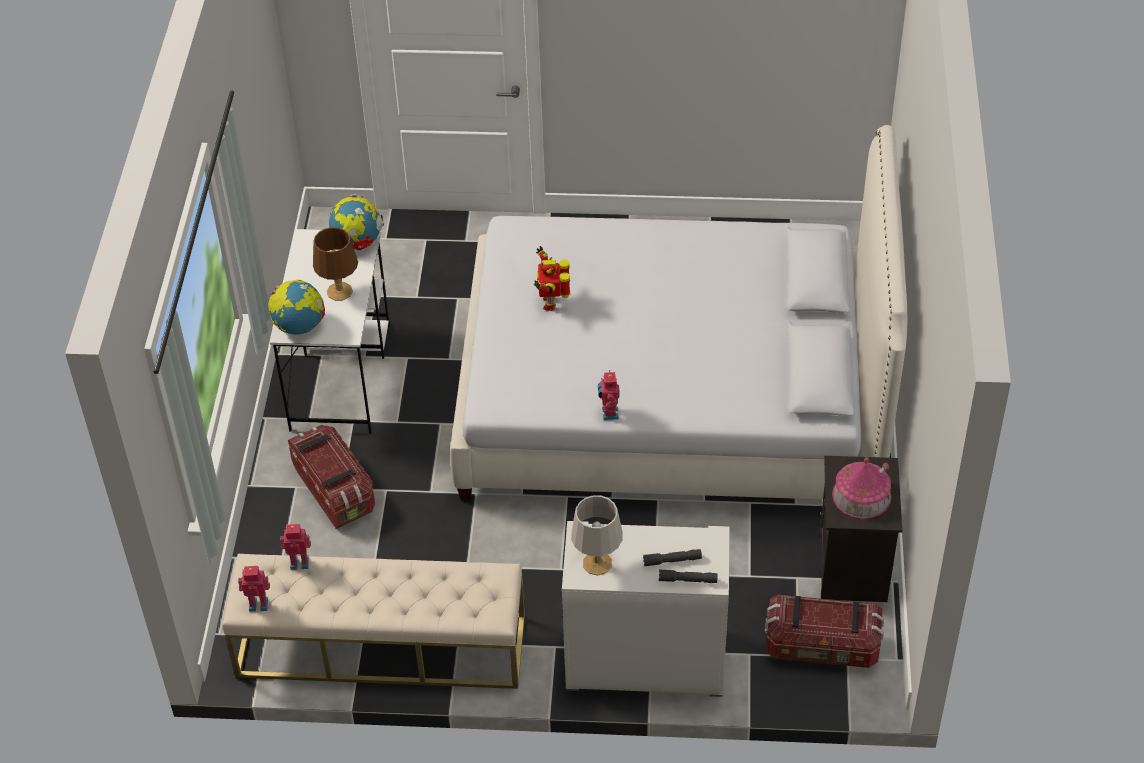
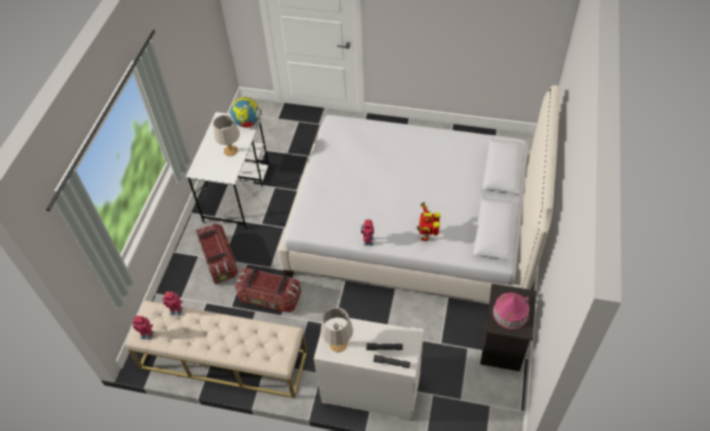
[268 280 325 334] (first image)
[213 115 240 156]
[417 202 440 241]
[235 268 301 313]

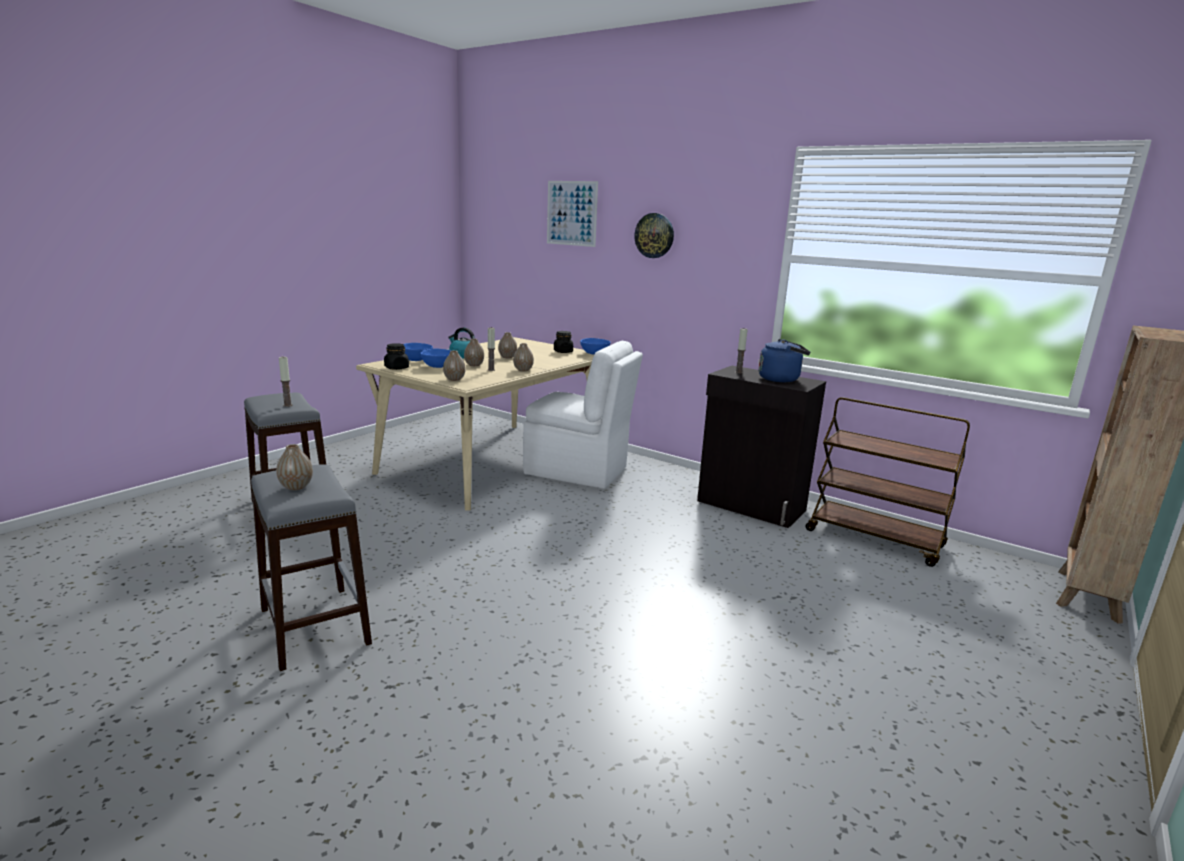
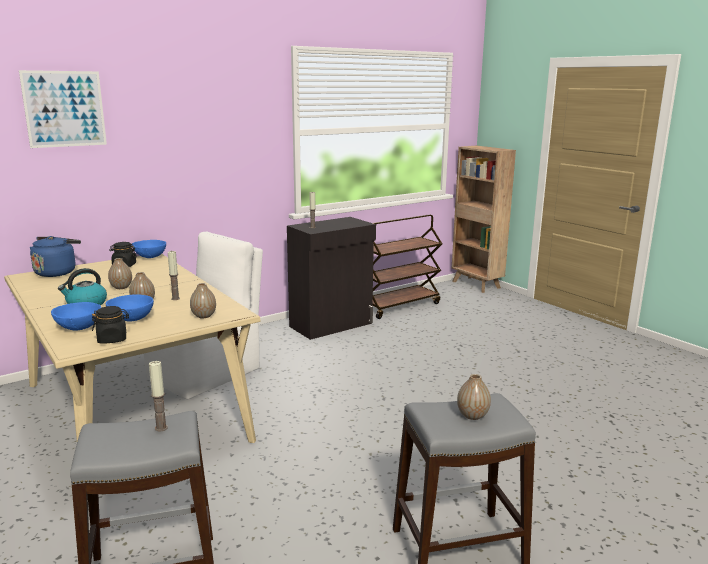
[513 343 534 371] (first image)
[634 213 674 258] (first image)
[30 236 81 277]

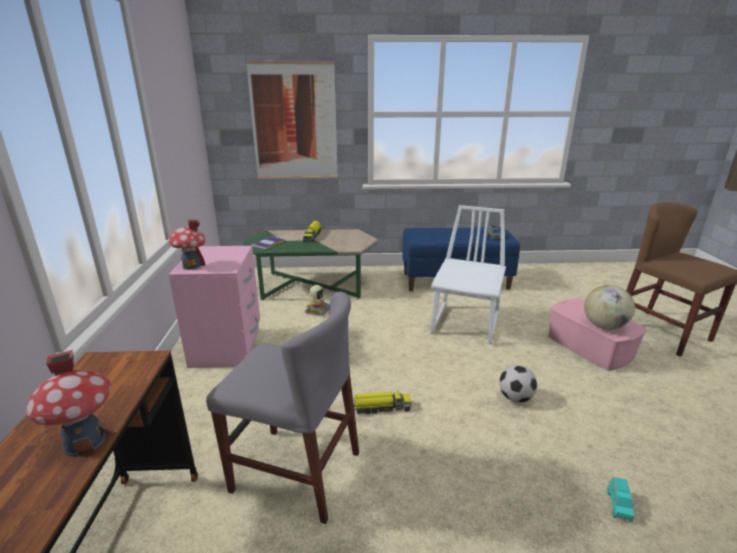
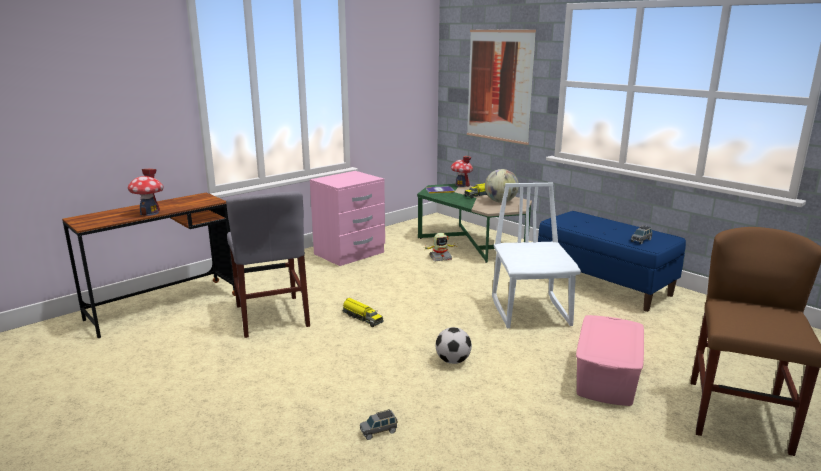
[451 156 473 187]
[492 183 581 328]
[485 169 519 203]
[360 409 397 440]

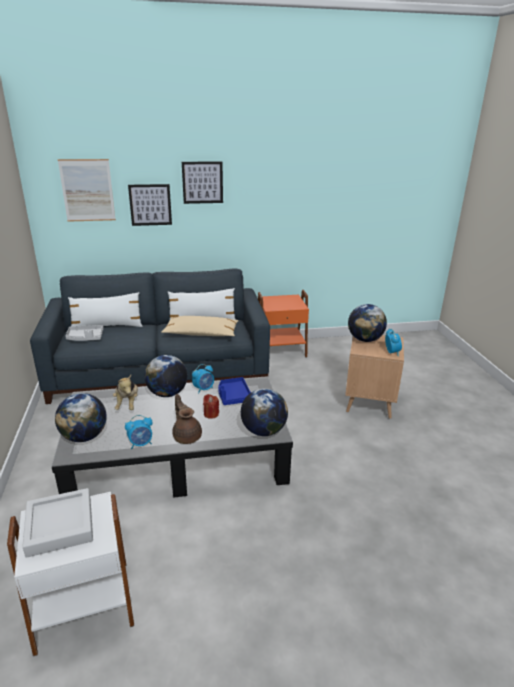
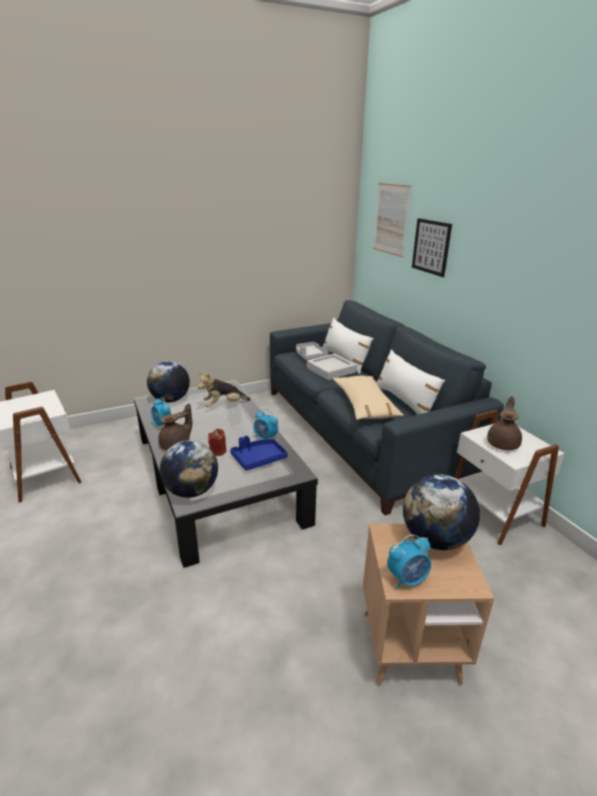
[307 354 356 380]
[144 355 187 397] (first image)
[182 161 223 204] (first image)
[454 410 565 545]
[487 396 522 450]

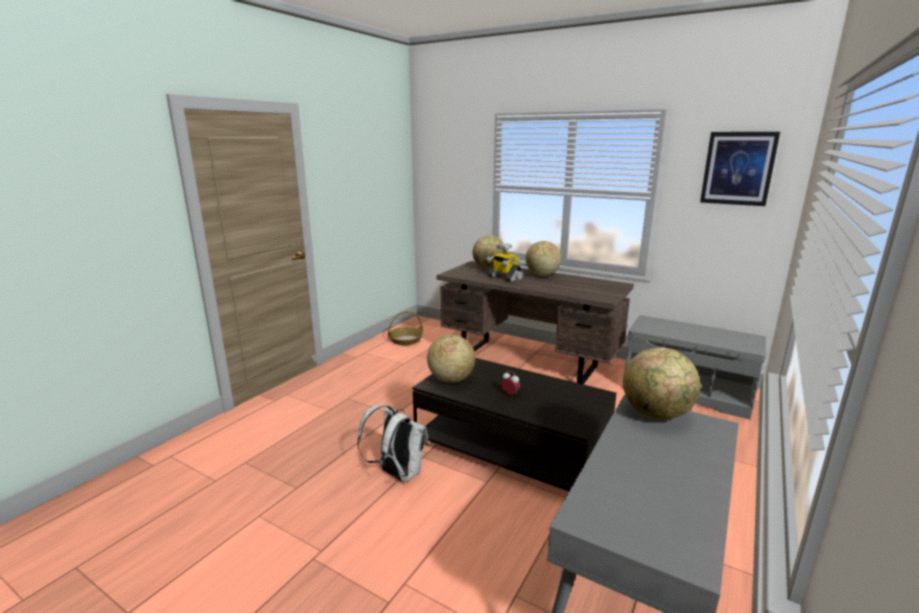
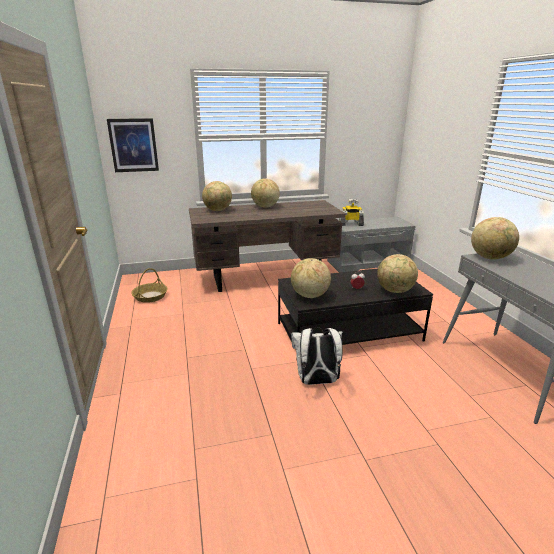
[339 198 364 226]
[107 118 159 172]
[377 254 418 293]

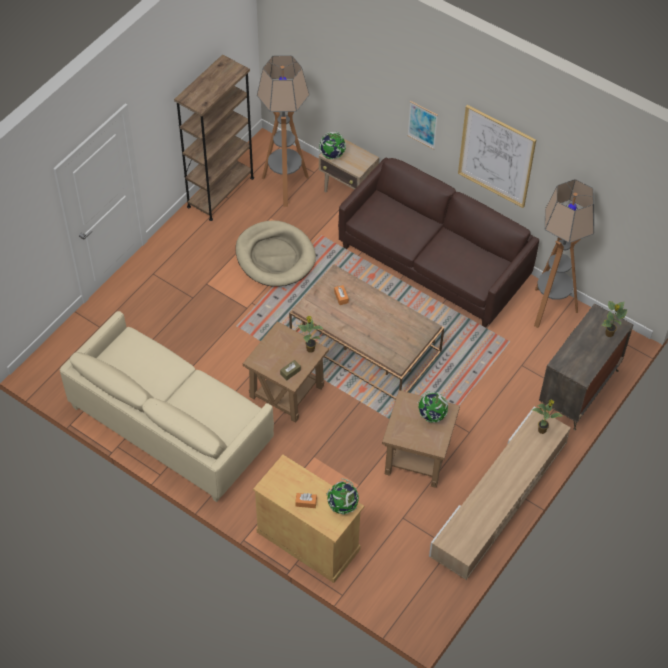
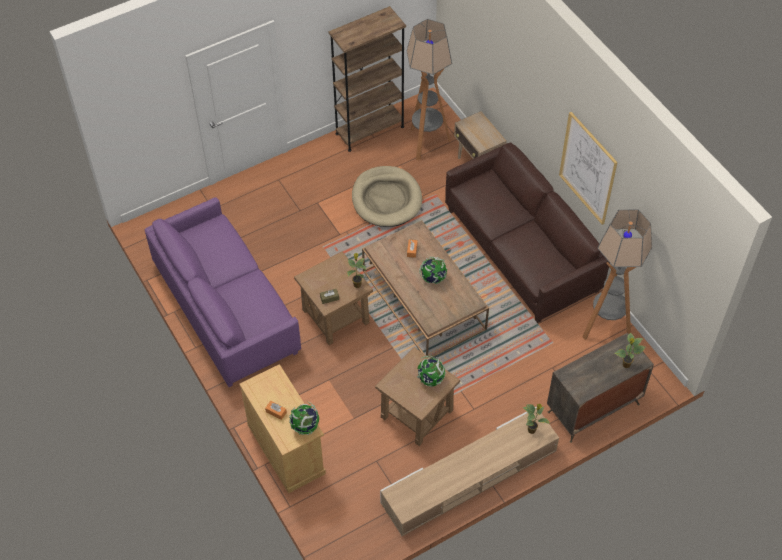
[145 197 301 387]
[419 257 447 284]
[407 101 438 149] (first image)

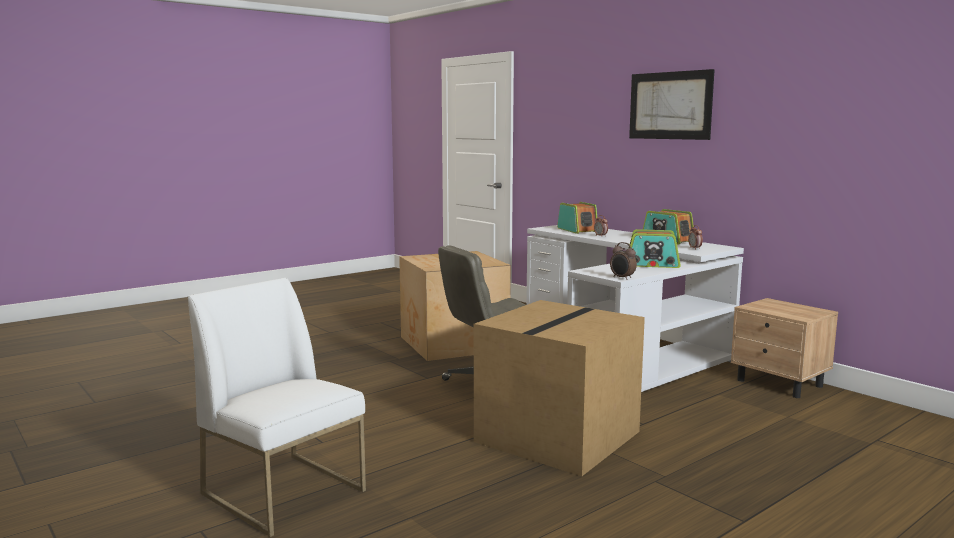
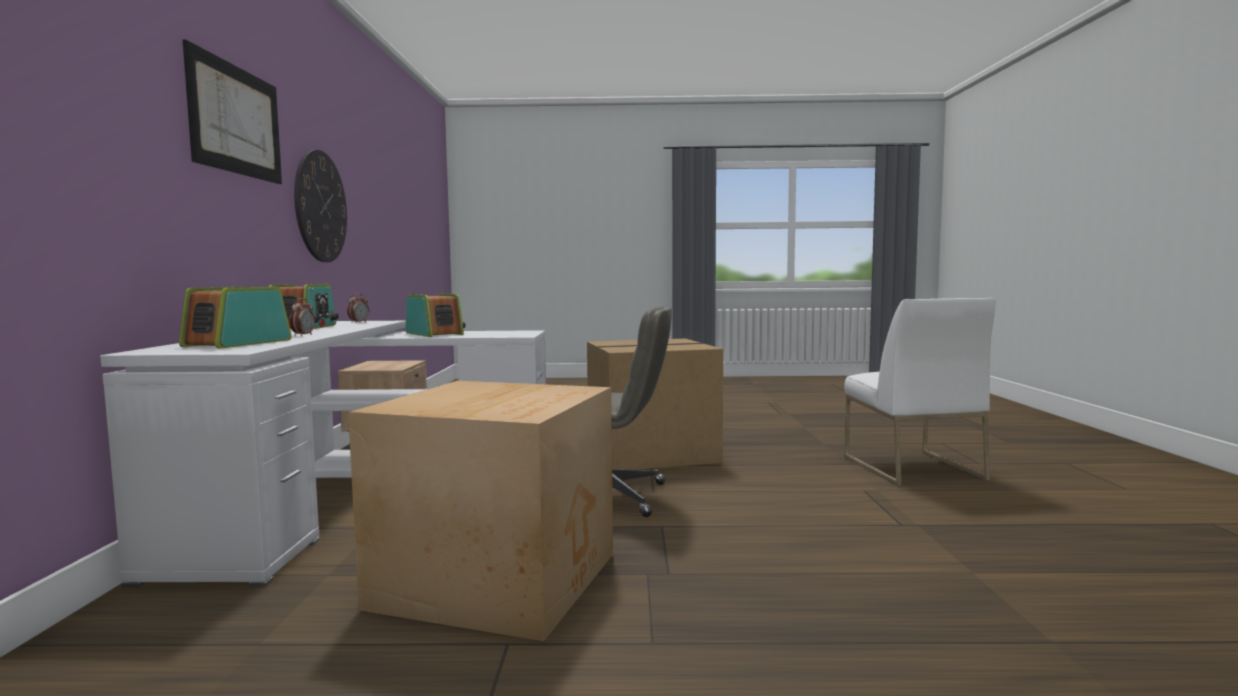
[610 242 637 280] (first image)
[294 150 347 262]

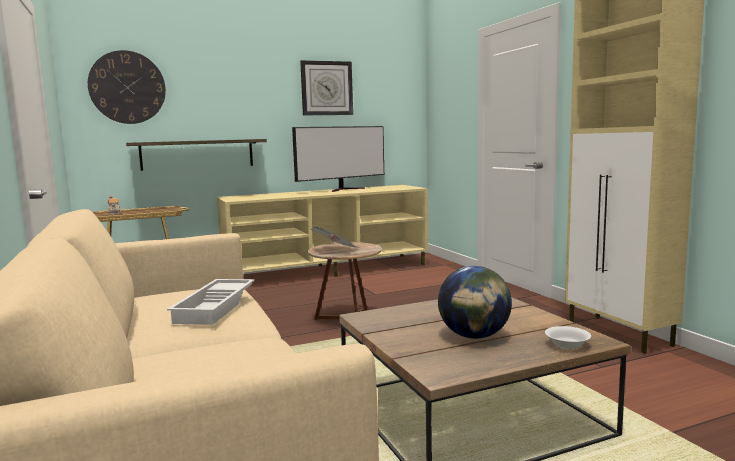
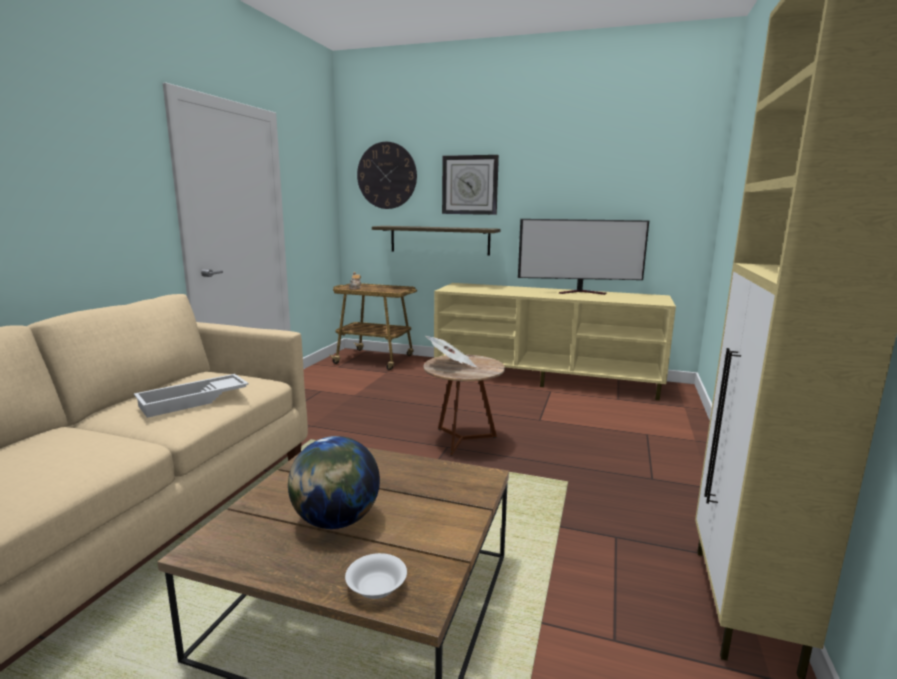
[442 155 499 215]

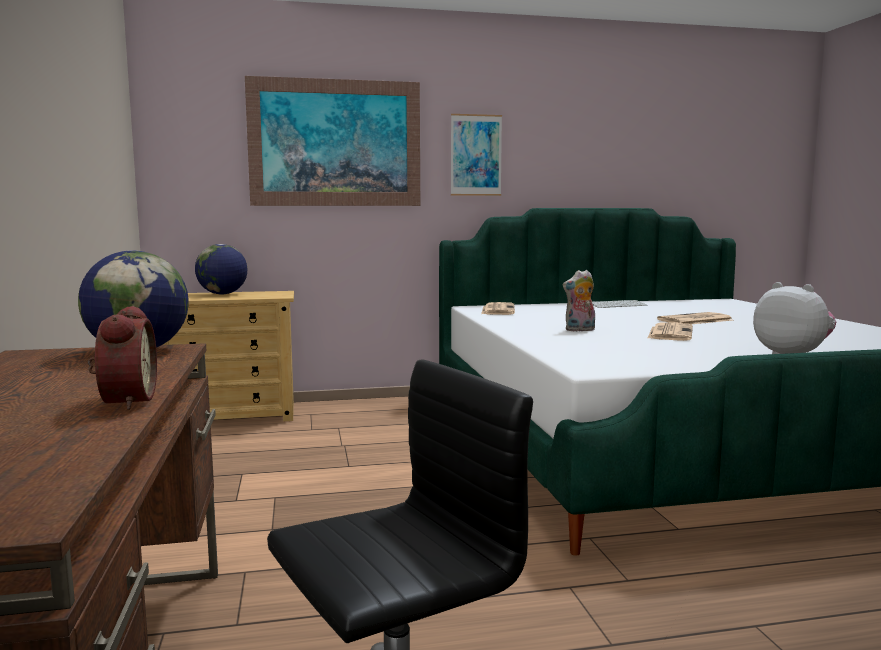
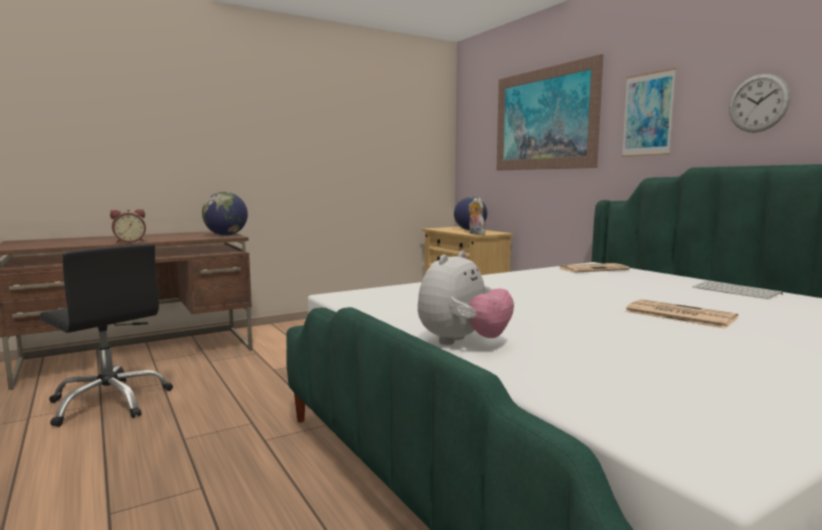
[468 198 485 235]
[648 322 693 341] (first image)
[729 74 791 133]

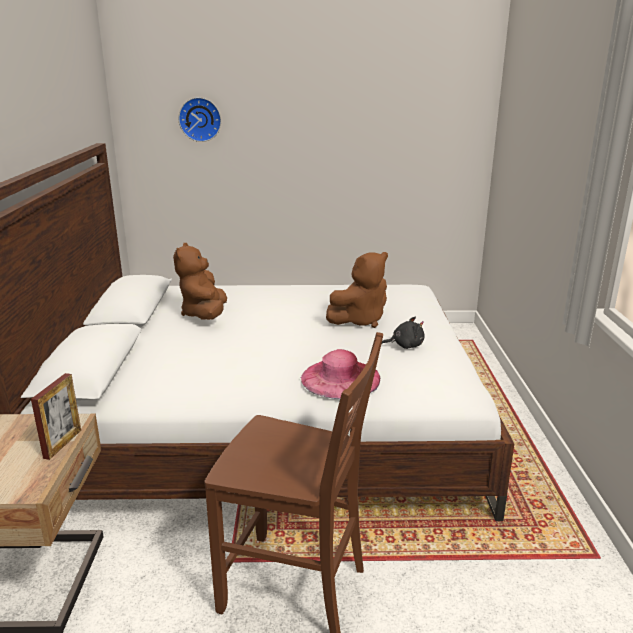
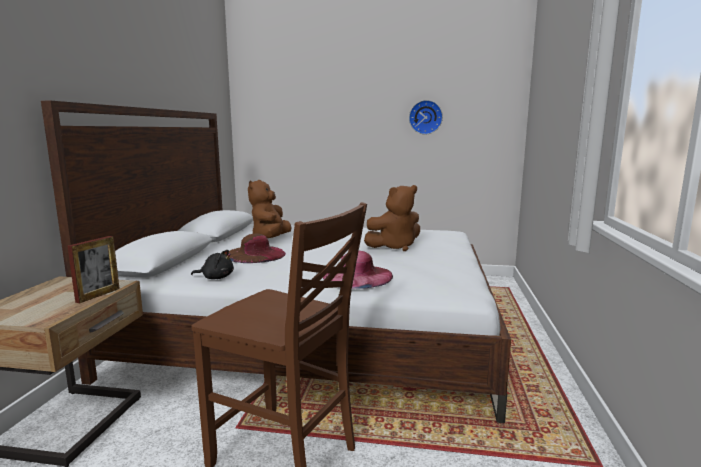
[409 100 443 135]
[191 250 234 279]
[228 233 286 263]

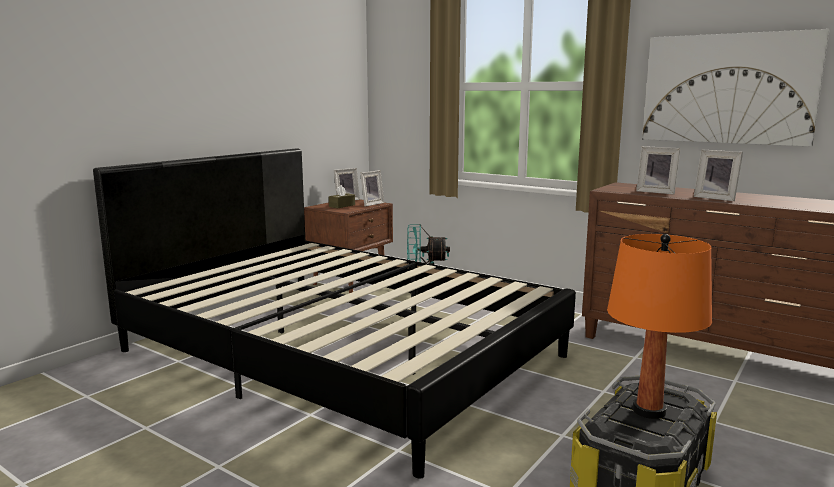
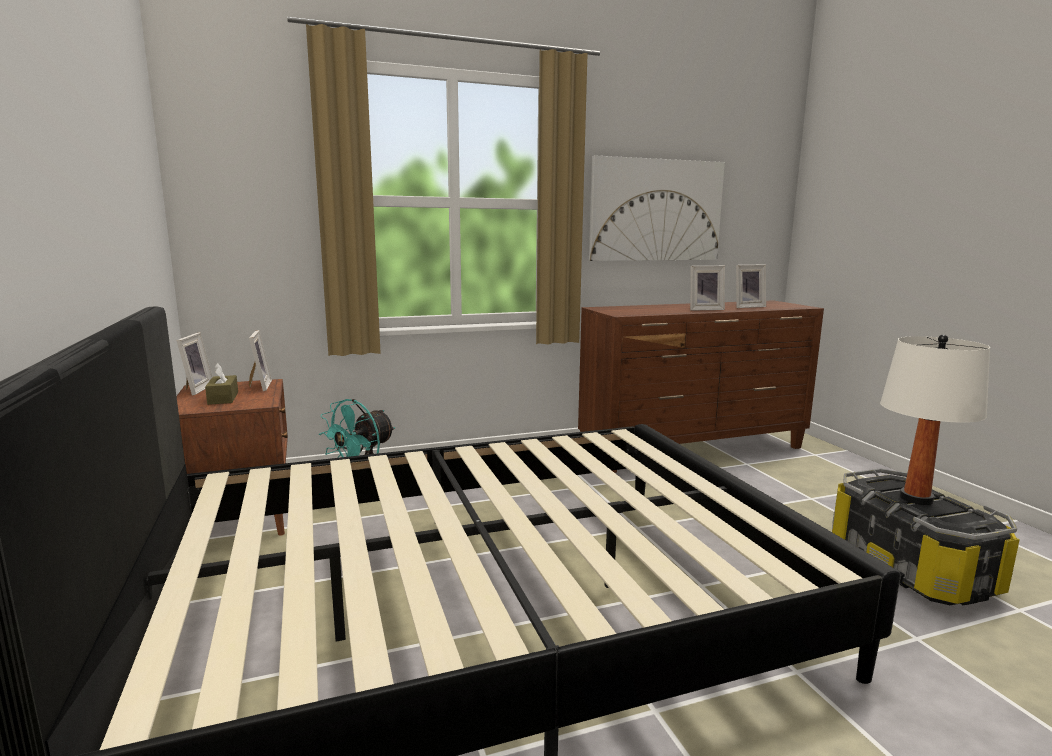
[880 334 990 505]
[736 264 766 308]

